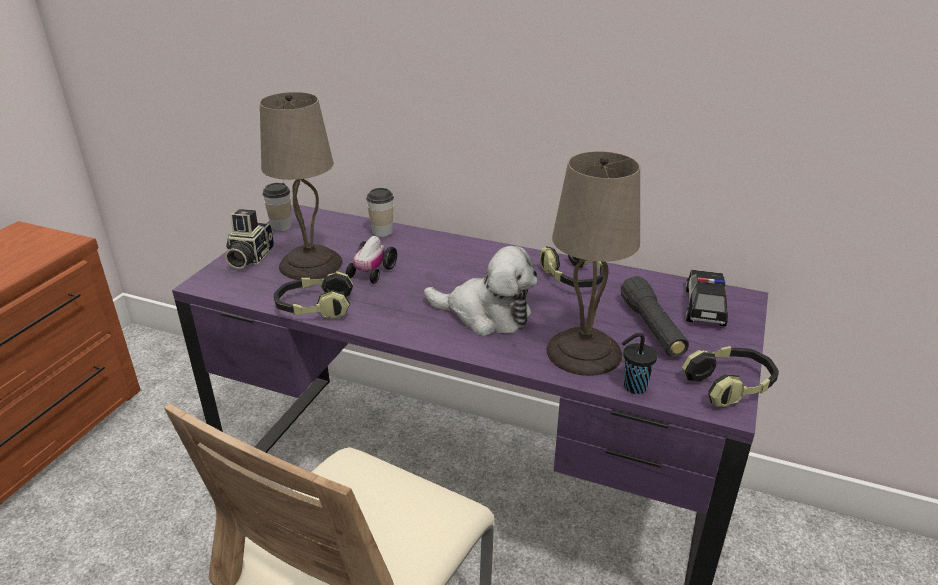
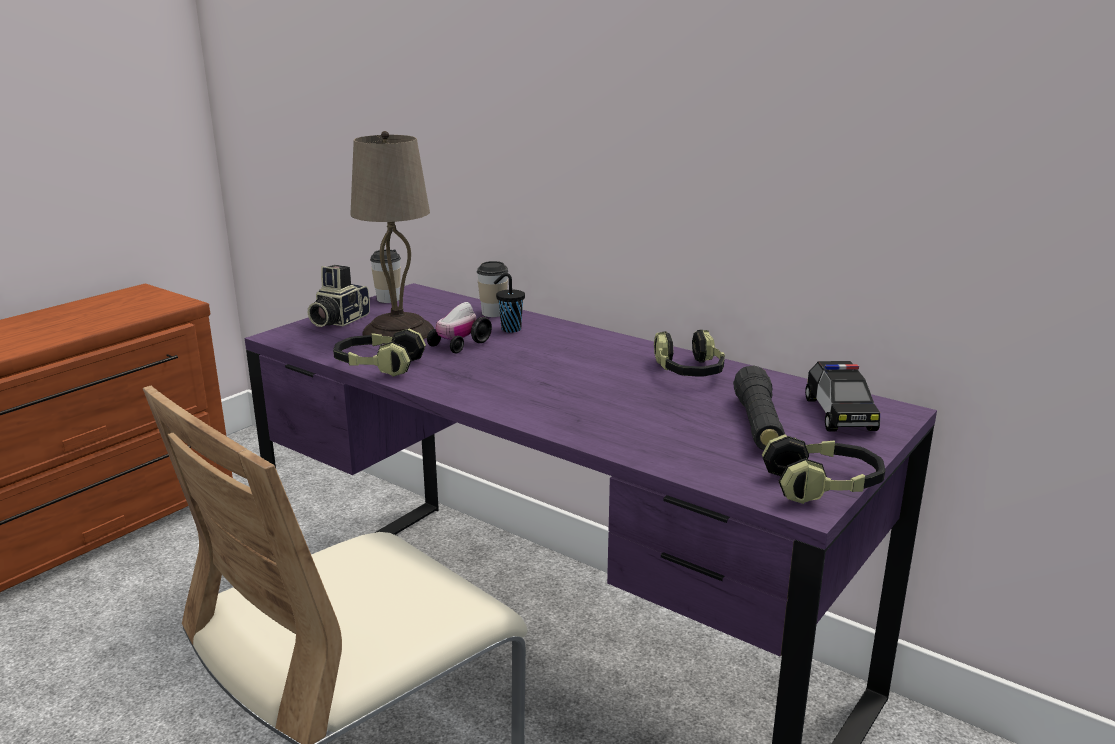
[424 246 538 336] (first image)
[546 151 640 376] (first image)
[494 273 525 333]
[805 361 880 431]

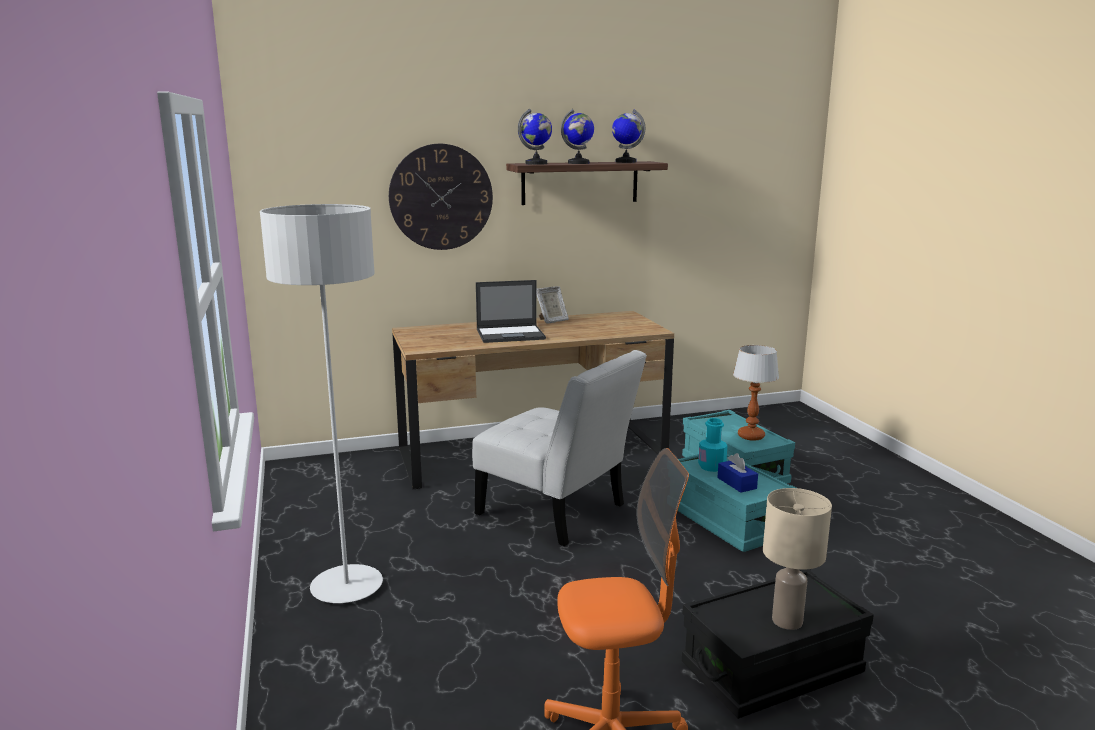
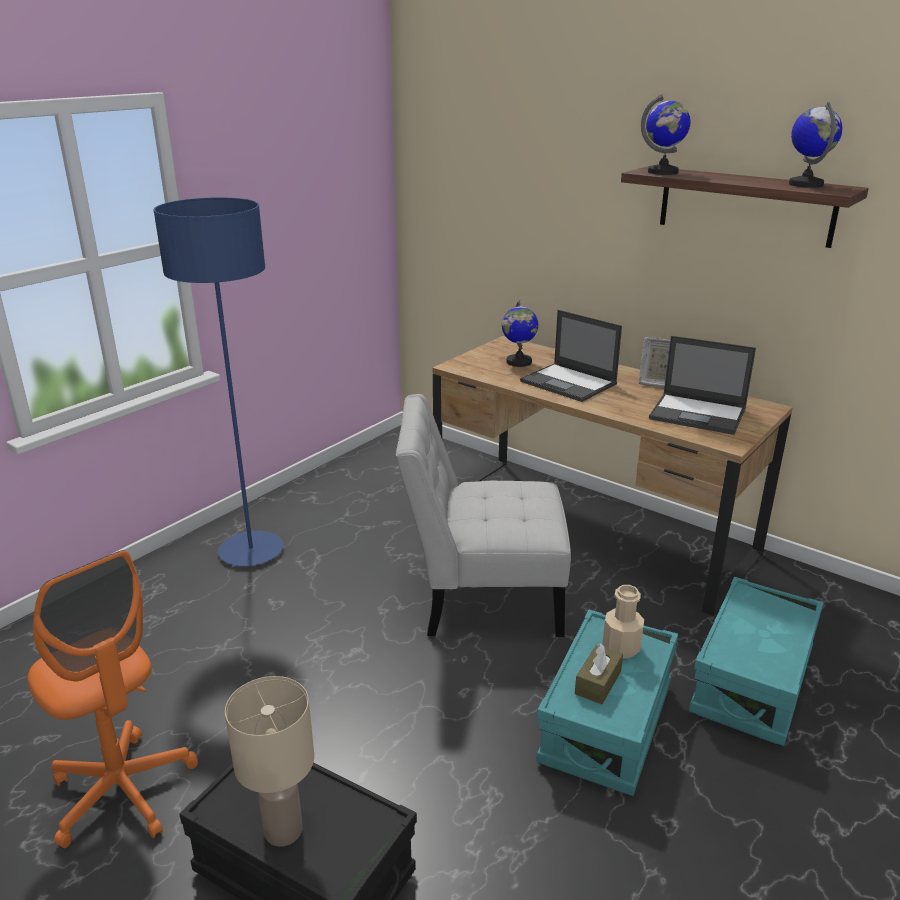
[154 197 284 566]
[389 144 493 250] (first image)
[396 394 571 637]
[502 300 538 367]
[602 585 644 658]
[575 643 623 704]
[733 345 779 441] (first image)
[649 336 756 435]

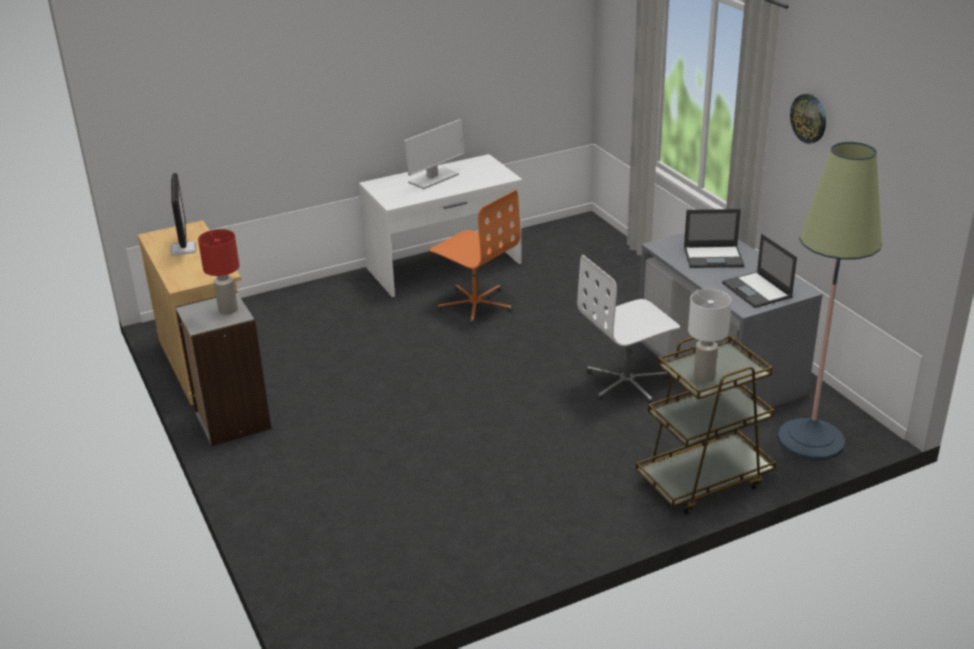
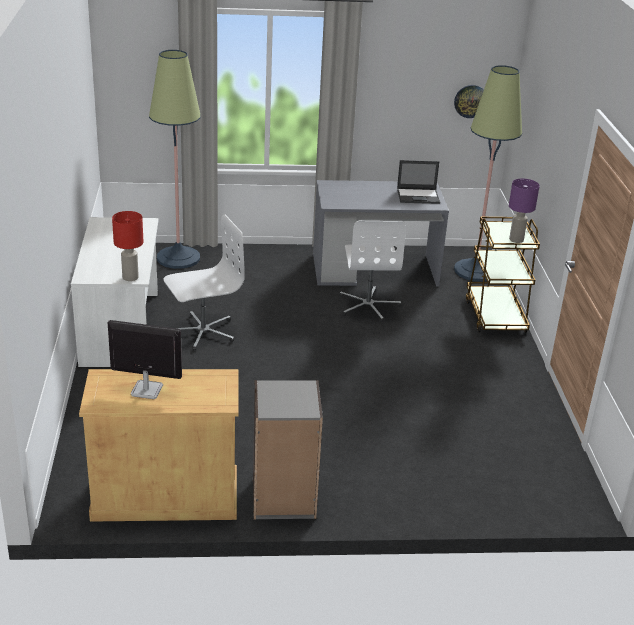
[112 211 144 281]
[404 119 464 189] (first image)
[164 214 245 351]
[684 209 744 268] (first image)
[509 179 540 243]
[454 85 484 118]
[149 50 201 269]

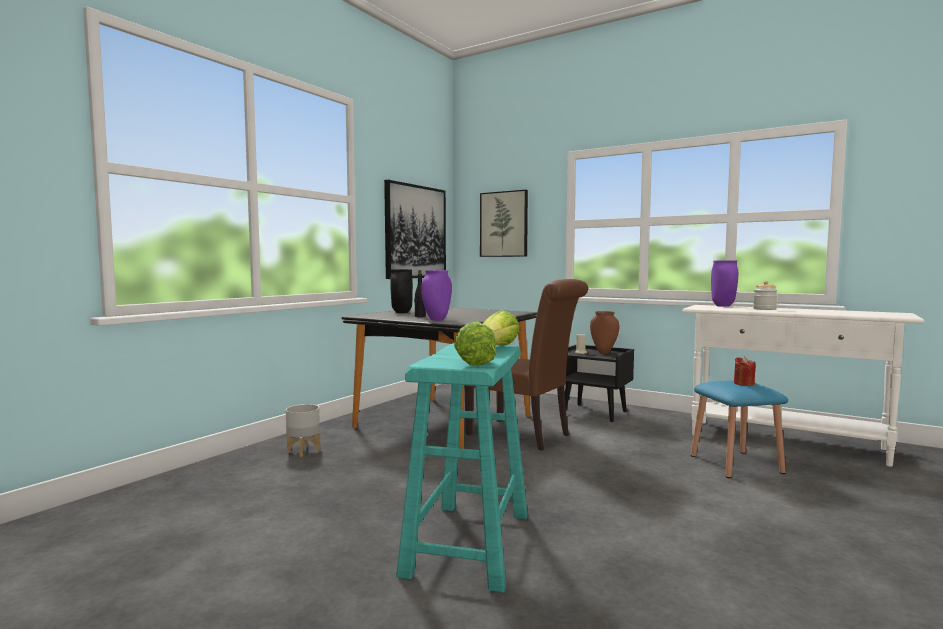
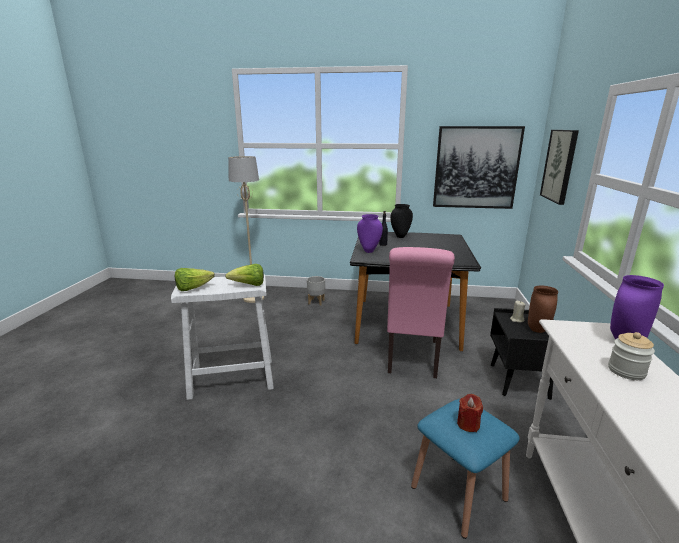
[171 274 274 400]
[387 247 455 378]
[228 156 264 303]

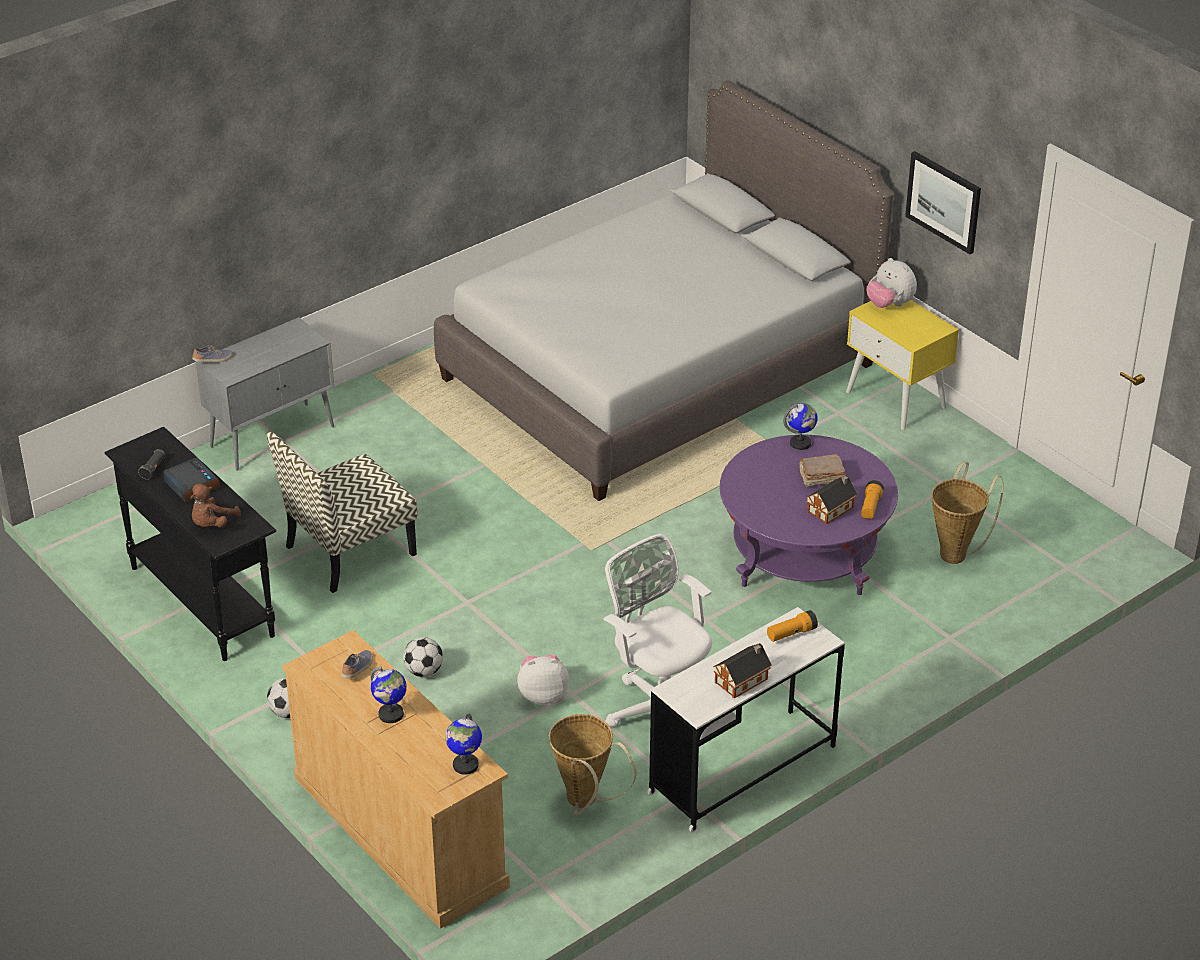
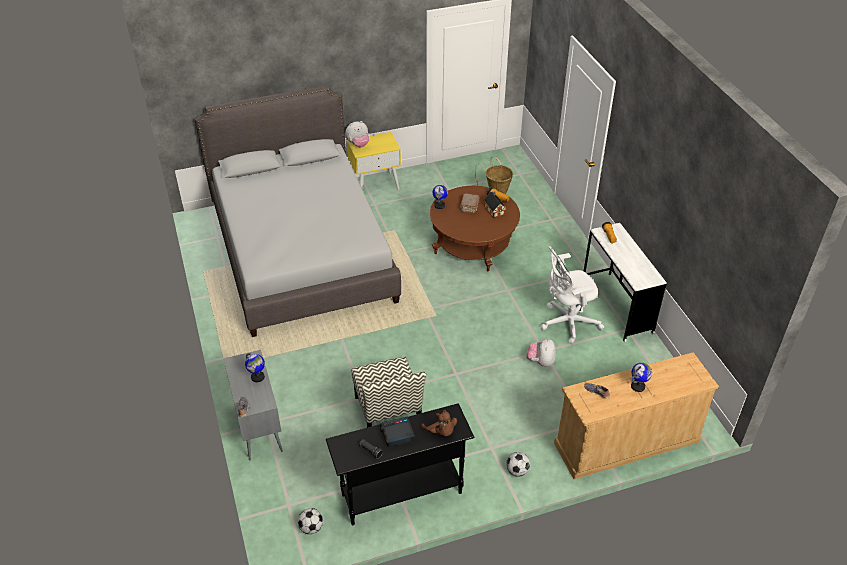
[298 508 323 534]
[245 353 265 382]
[549 714 636 815] (first image)
[713 643 772 698] (first image)
[430 186 520 271]
[905 151 981 254] (first image)

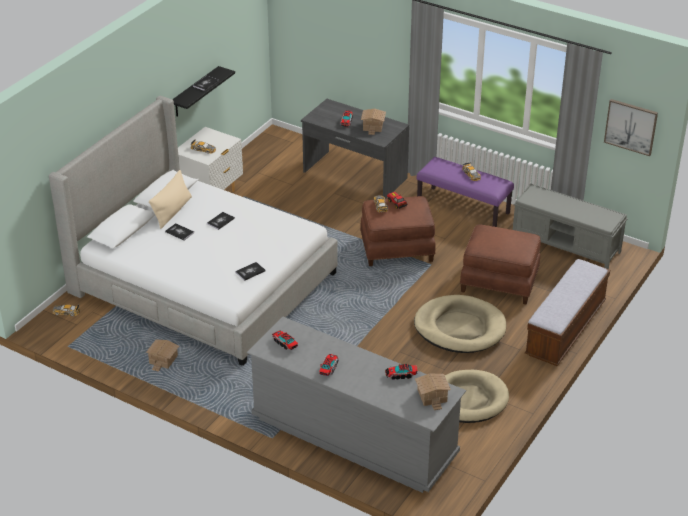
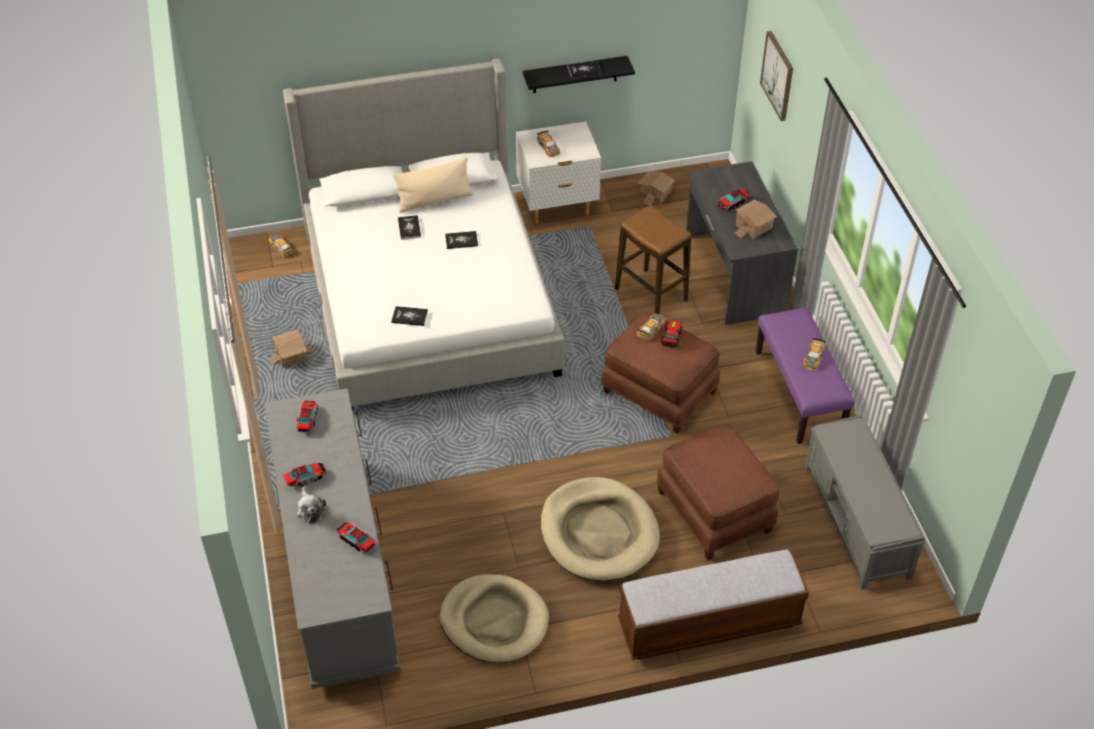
[639 170 675 206]
[760 31 793 121]
[297 487 326 524]
[615 205 691 314]

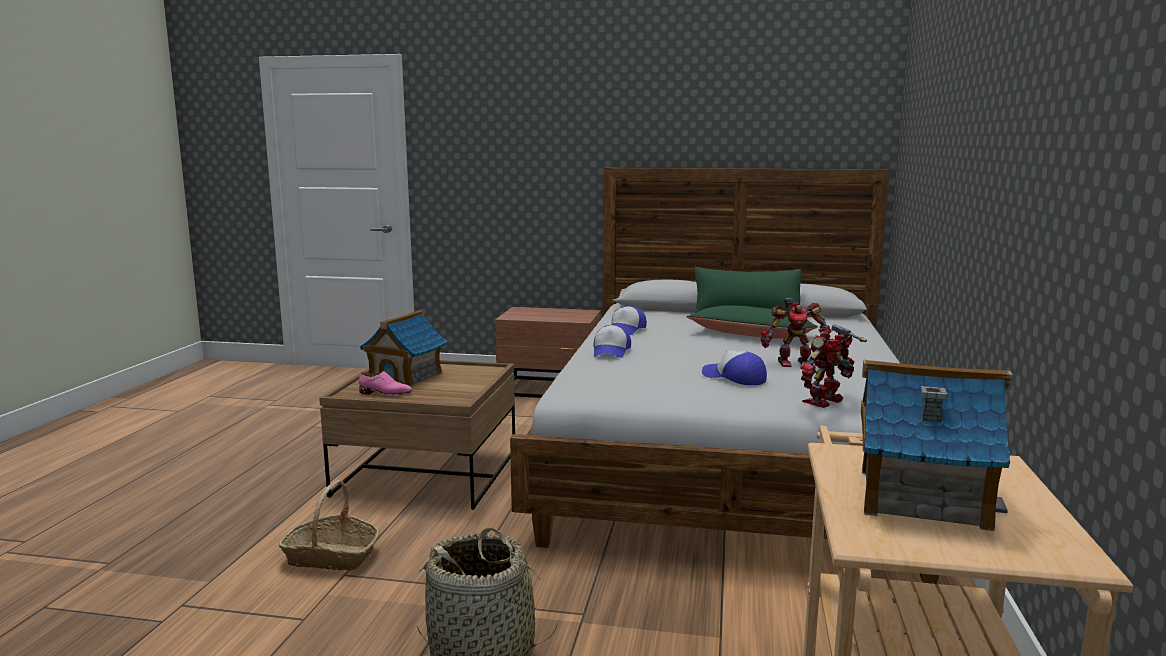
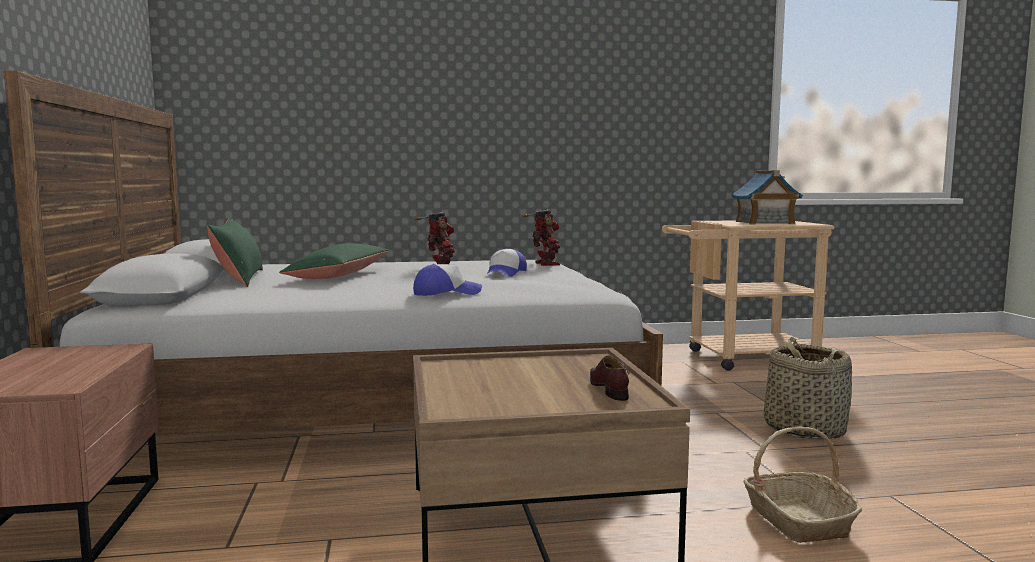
[590 355 629 401]
[360 310 448 387] (first image)
[611 306 647 335] (first image)
[523 209 560 266]

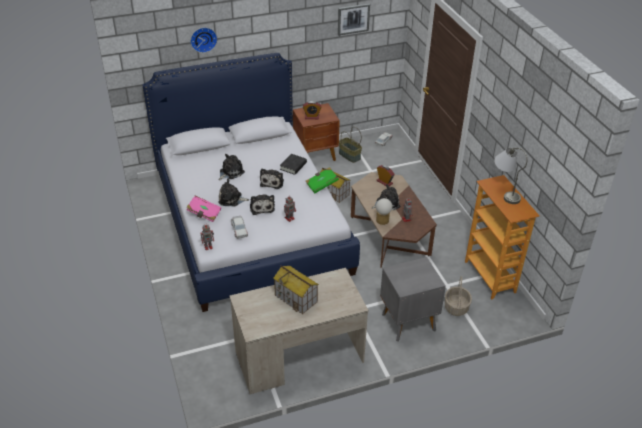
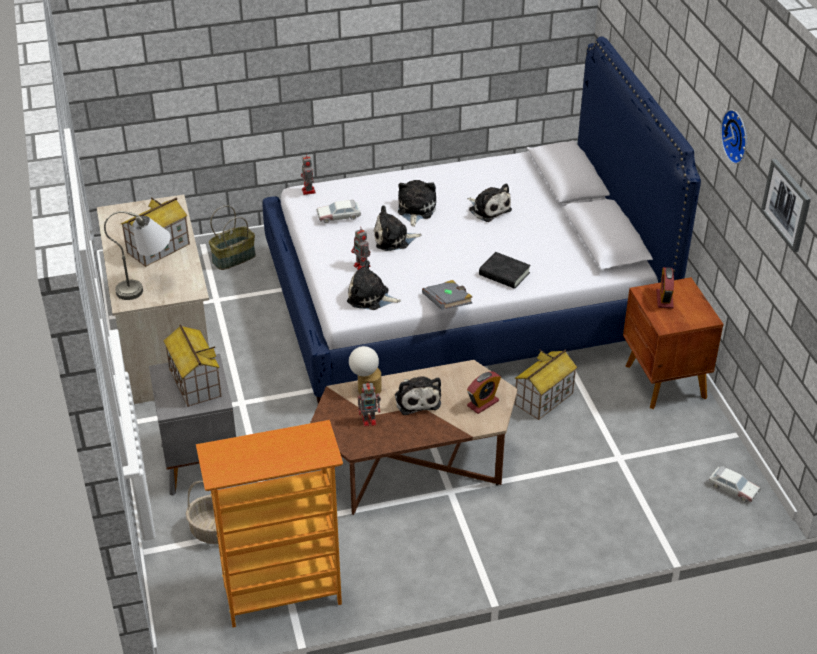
[186 196 222 222] (first image)
[721 109 747 164]
[347 260 401 310]
[422 280 472 310]
[209 205 256 270]
[104 211 171 300]
[163 324 222 407]

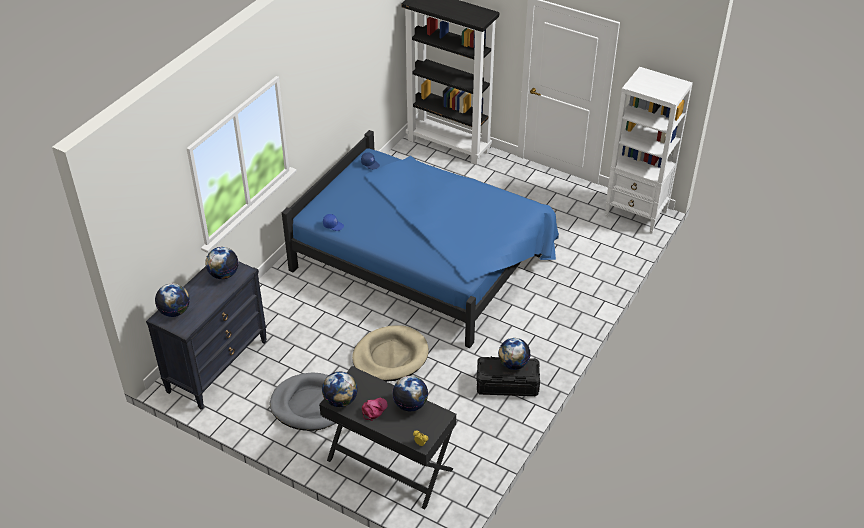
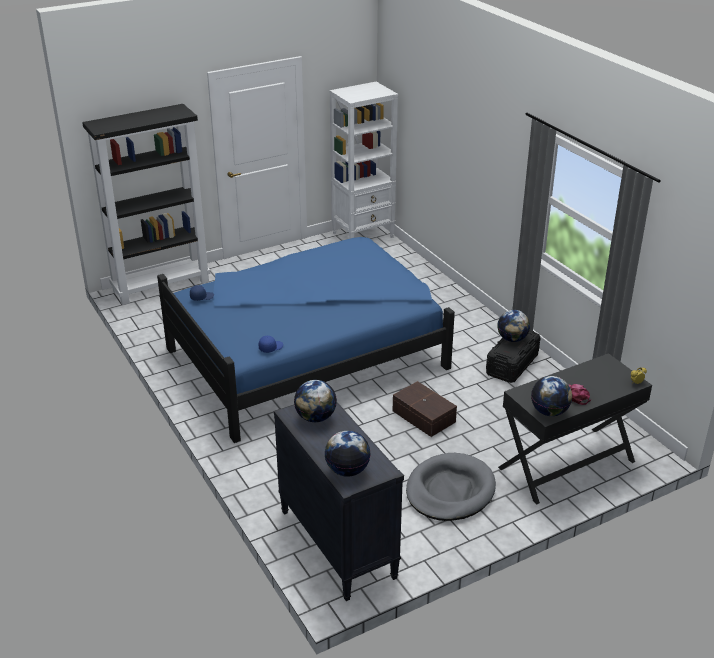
[393 381 457 437]
[392 376 428 411] (first image)

